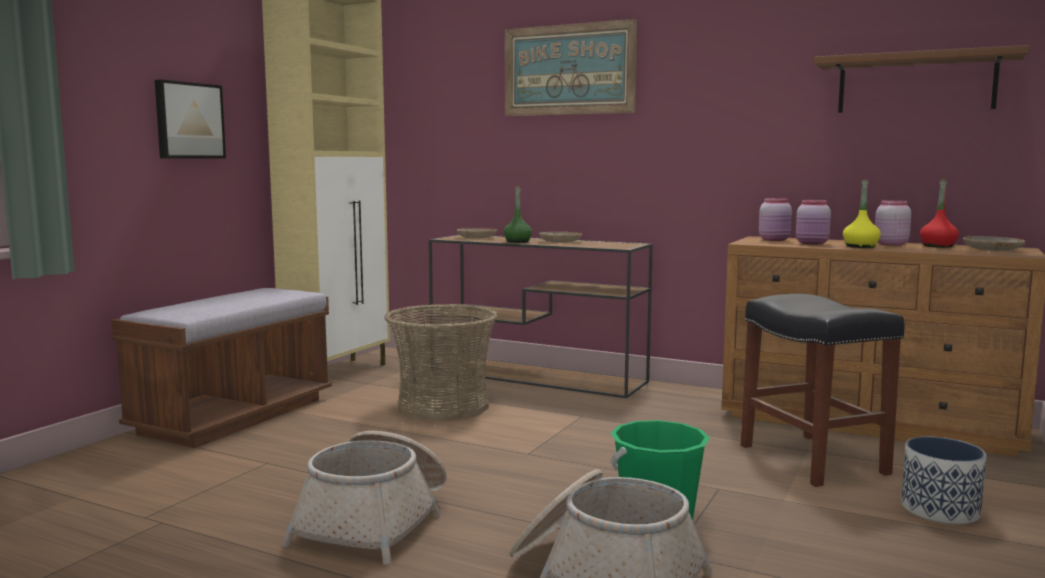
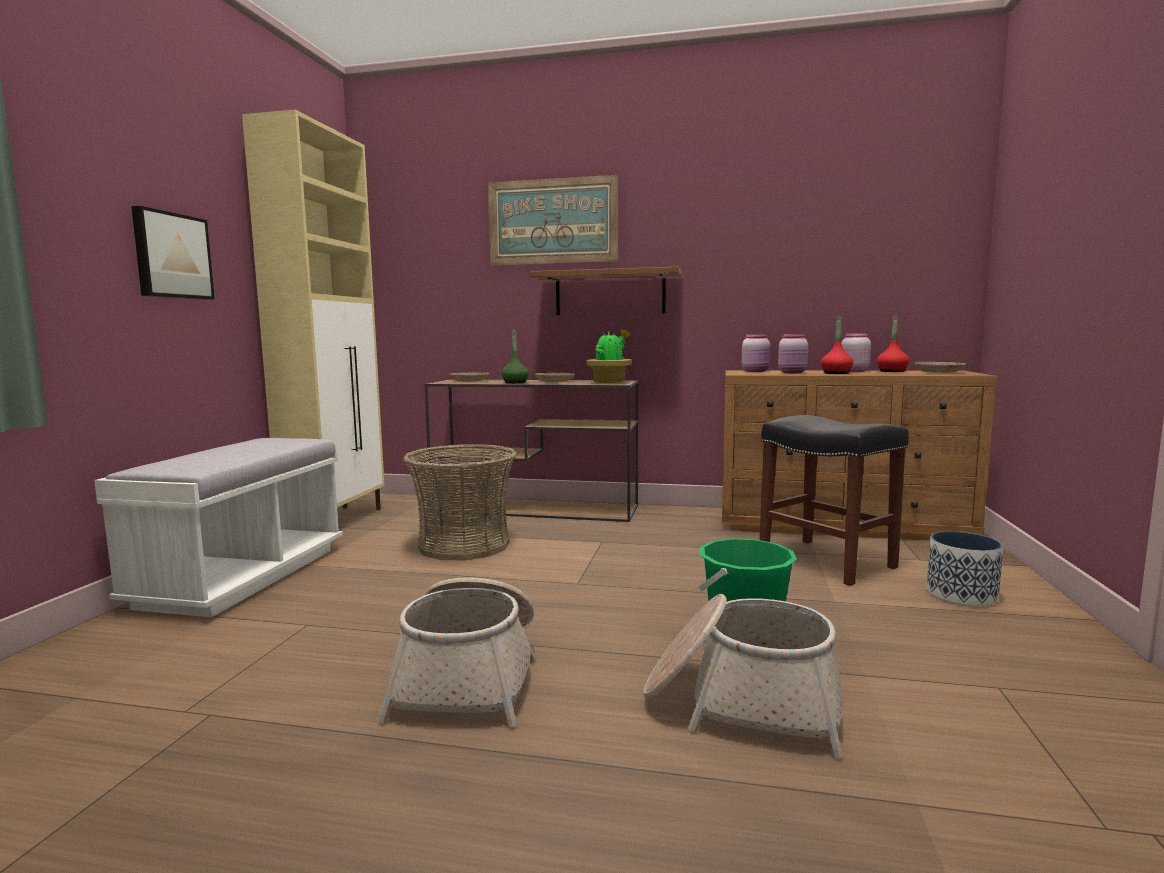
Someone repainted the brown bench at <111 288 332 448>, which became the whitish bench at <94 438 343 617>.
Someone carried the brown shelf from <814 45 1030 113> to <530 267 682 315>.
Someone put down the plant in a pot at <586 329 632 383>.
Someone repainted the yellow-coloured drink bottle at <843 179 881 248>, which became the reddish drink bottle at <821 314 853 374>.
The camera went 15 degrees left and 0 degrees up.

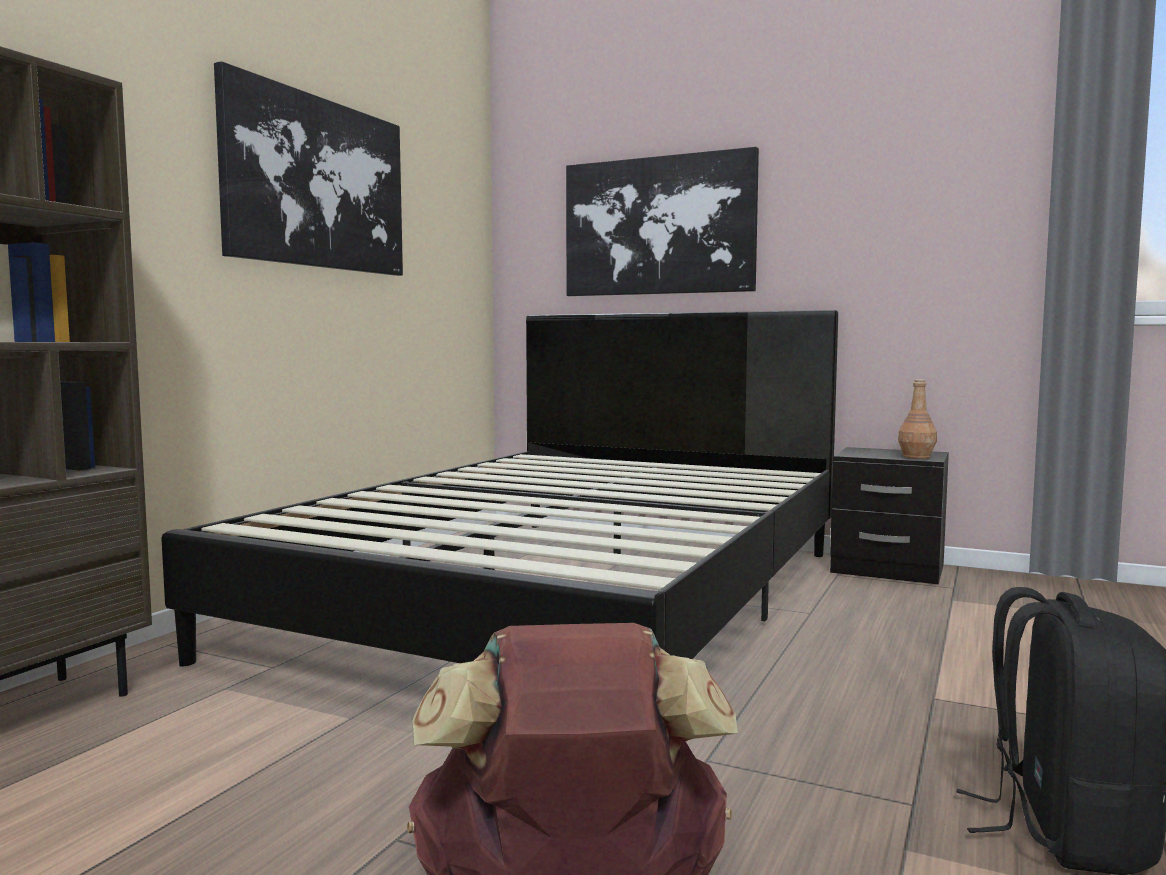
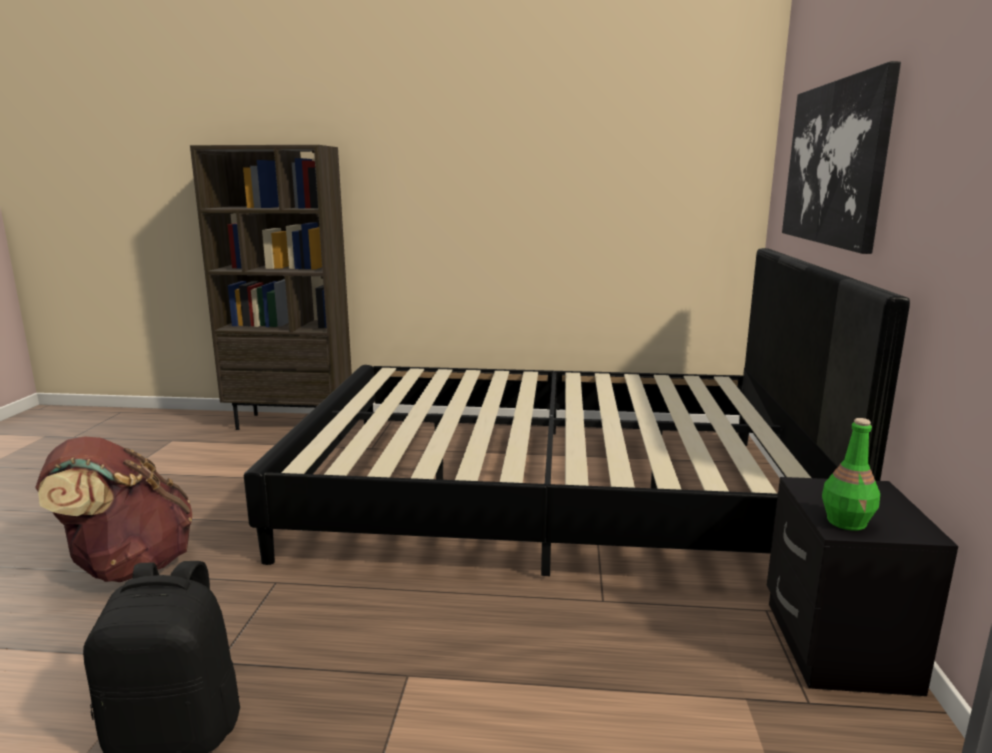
Someone repainted the brown drink bottle at <898 379 937 459>, which became the greenish drink bottle at <822 418 880 531>.
Someone took away the wall art at <214 61 403 276>.
The camera went 70 degrees right and 10 degrees up.

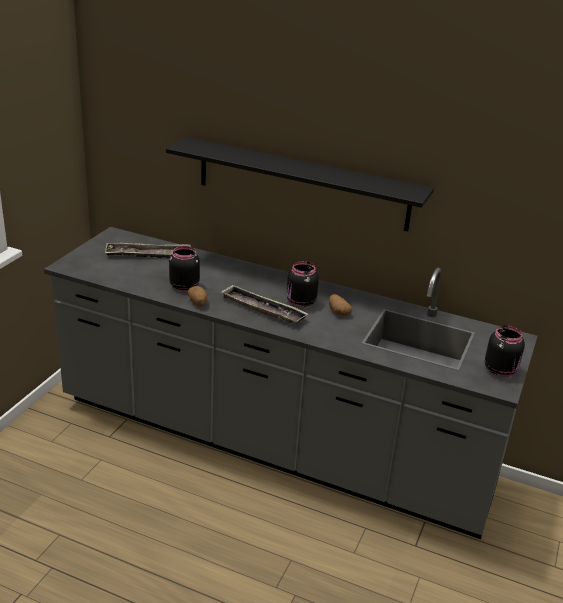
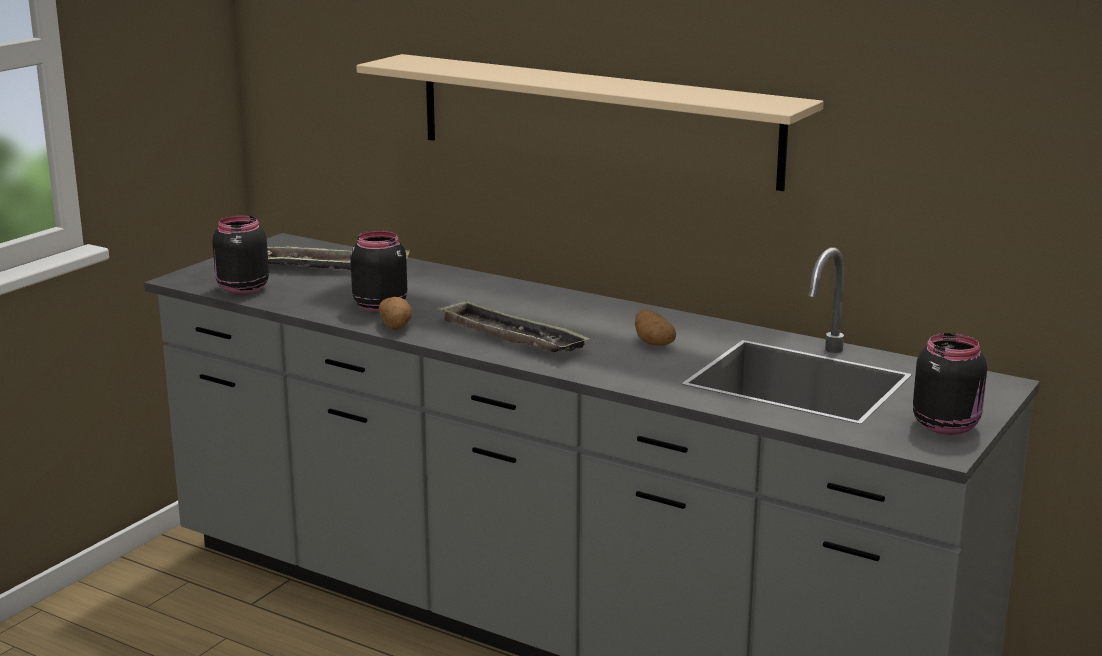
Someone carried the black-coloured storage jar from <286 261 319 307> to <212 215 269 294>.
Someone repainted the black-coloured shelf at <166 137 434 231>, which became the beige shelf at <356 54 824 191>.
The camera went 10 degrees right and 10 degrees down.

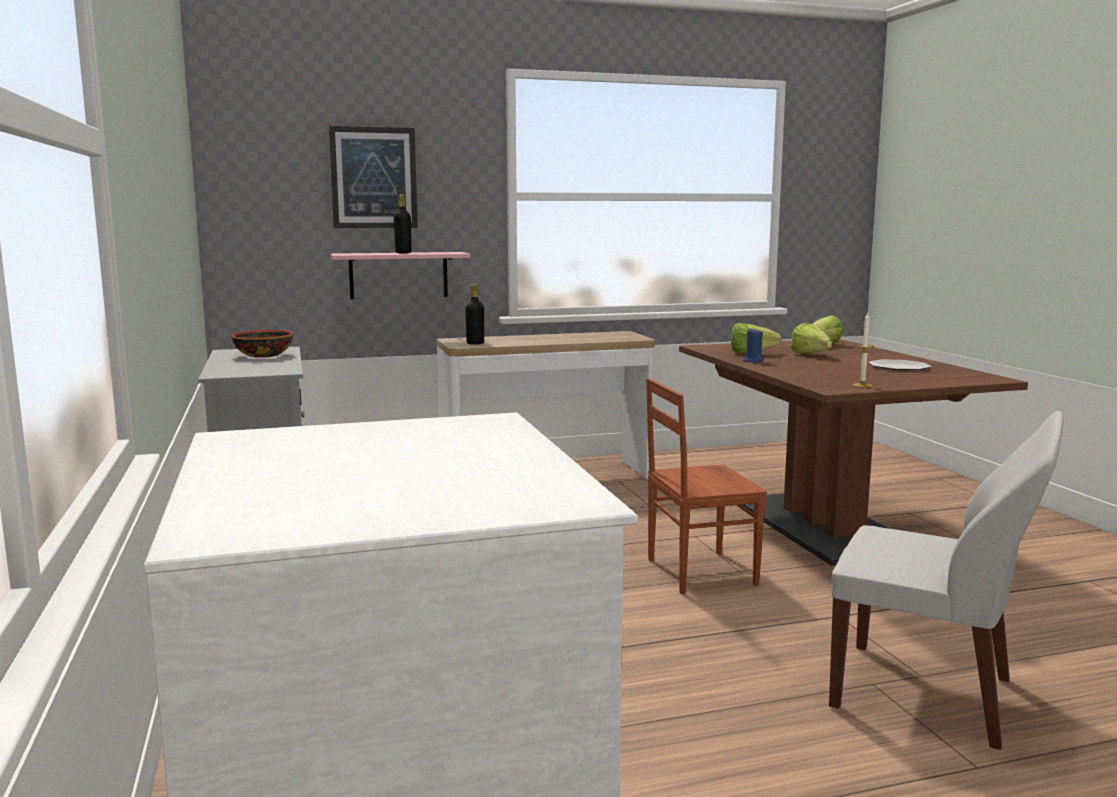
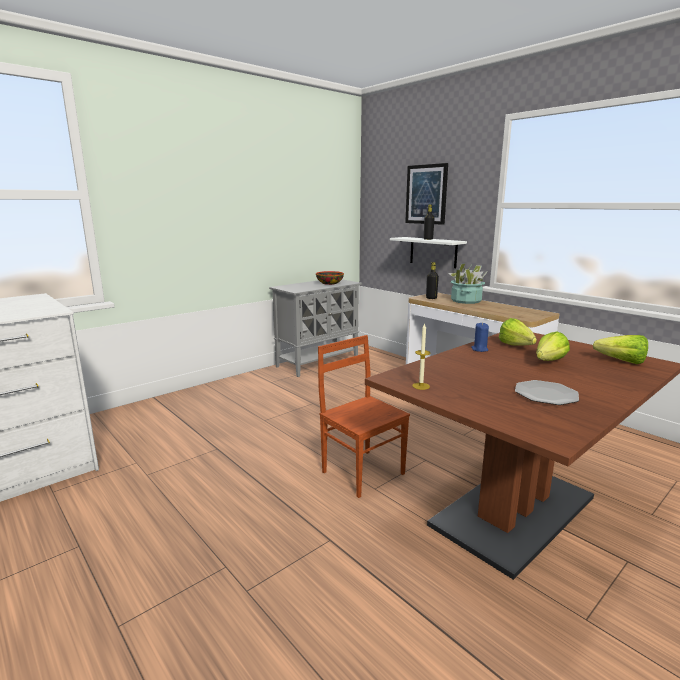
Someone repainted the pink-coloured shelf at <331 252 471 299>, which became the whitish shelf at <390 237 467 268>.
Someone put down the plant in a pot at <449 263 488 304>.
Someone took away the whitish chair at <829 411 1063 750>.
The camera went 65 degrees right and 5 degrees up.

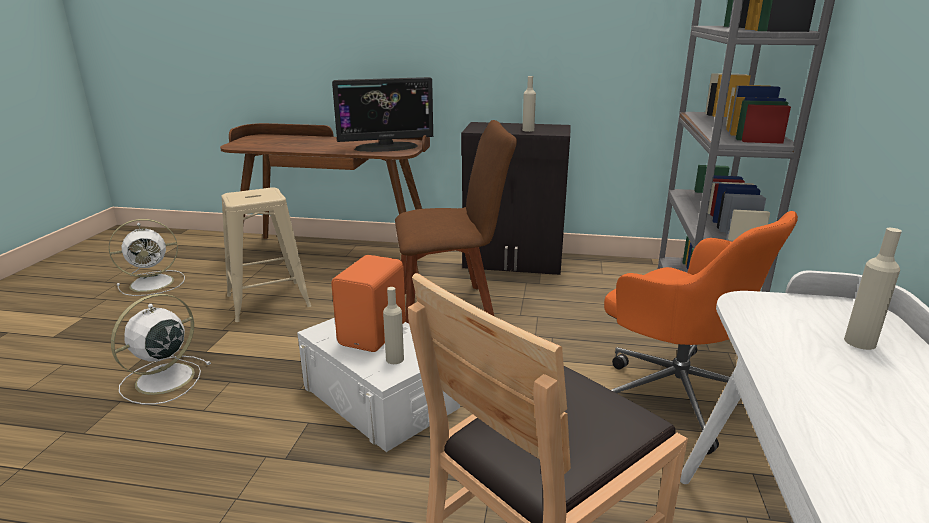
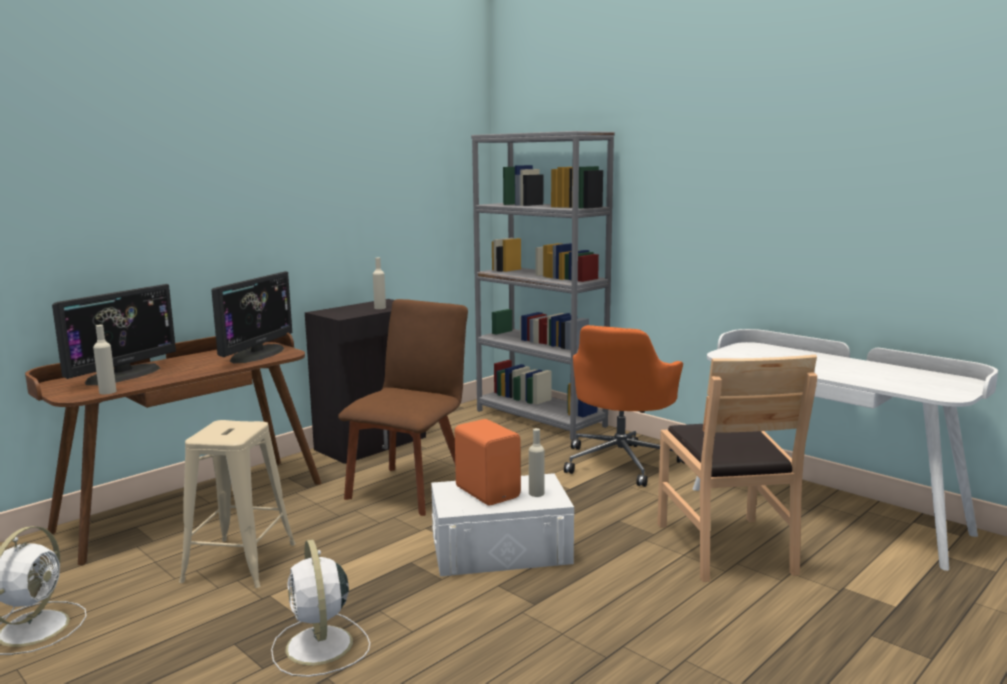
Someone put down the monitor at <52 284 176 385>.
Someone carried the beige drink bottle from <844 228 902 350> to <93 325 116 394>.
Someone rotated the orange desk chair at <604 211 798 455> by 120 degrees clockwise.
The camera went 55 degrees left and 10 degrees down.

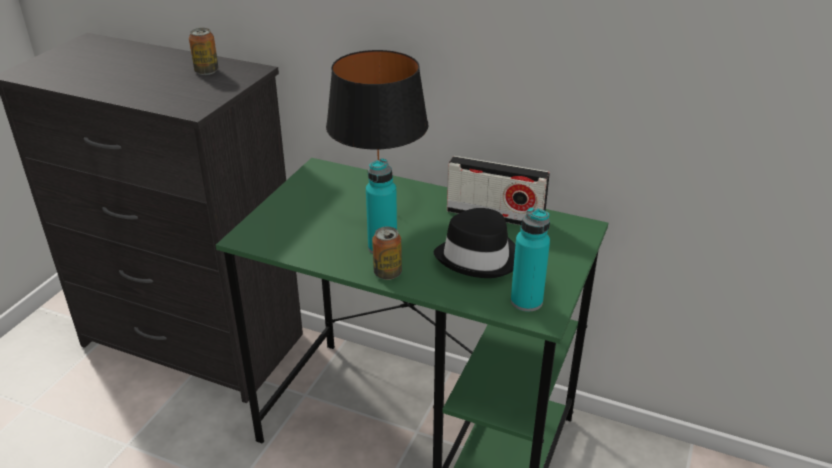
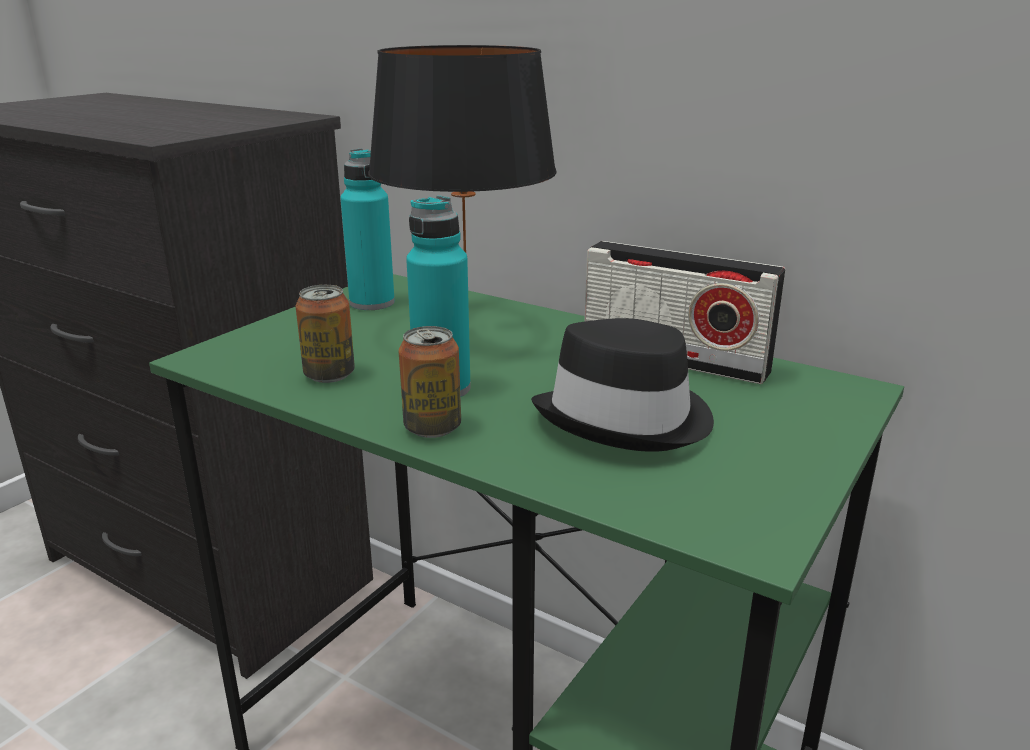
Someone carried the metal can from <189 28 218 75> to <296 285 355 383>.
Someone carried the turquoise-coloured drink bottle from <511 207 550 312> to <340 149 395 310>.
The camera went 10 degrees right and 10 degrees down.

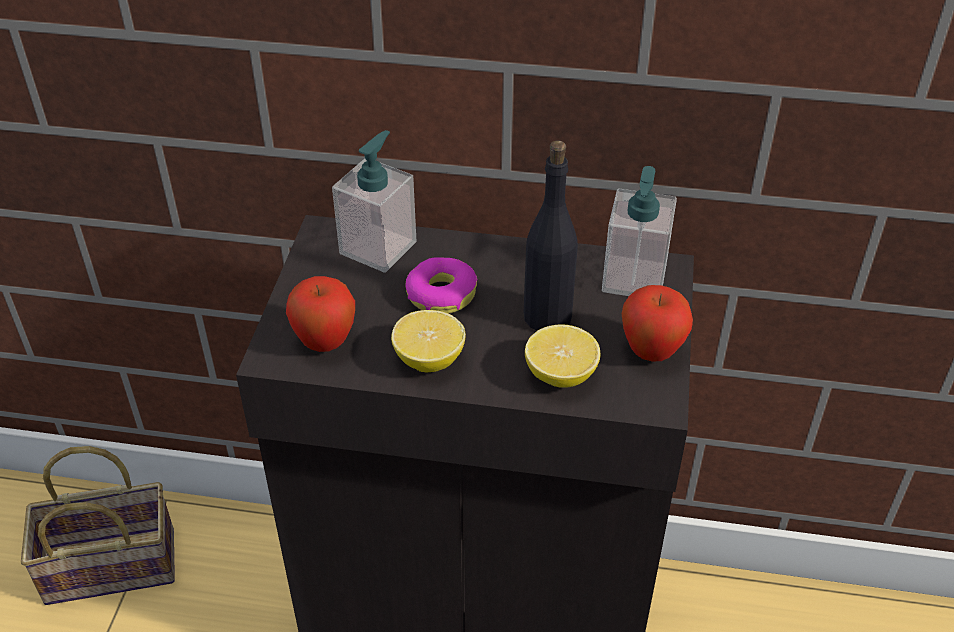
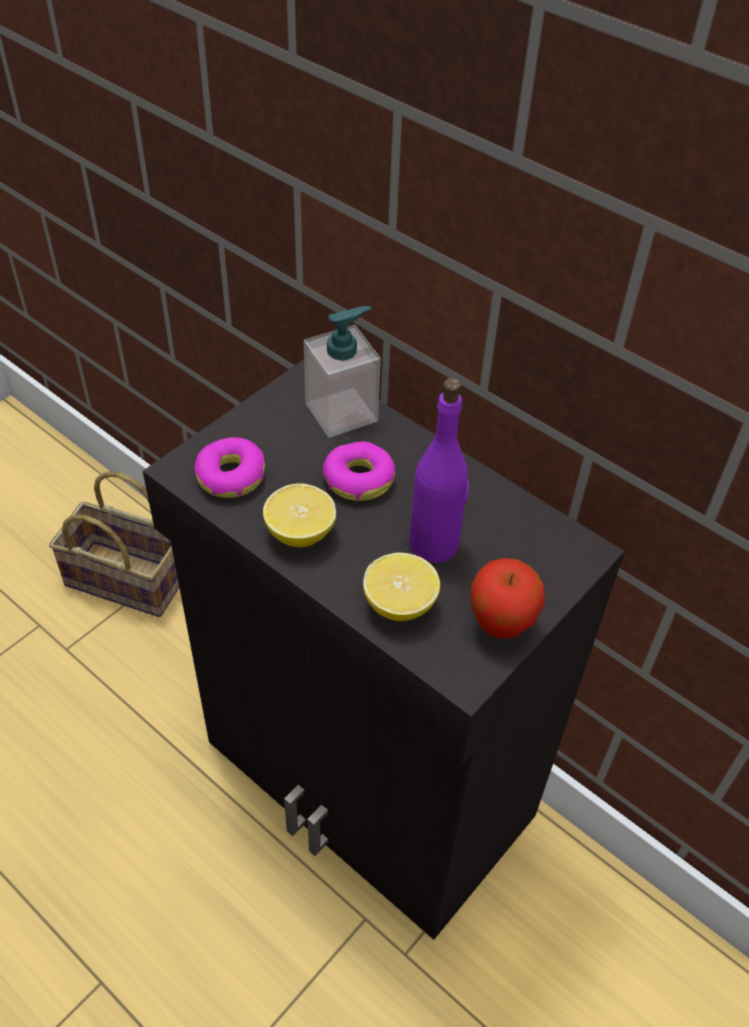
Someone swapped the apple fruit at <286 276 355 352> for the doughnut at <194 437 265 498>.
Someone repainted the black-coloured drink bottle at <523 140 578 331>, which became the purple drink bottle at <410 378 469 563>.
Someone took away the soap bottle at <602 166 677 296>.
The camera went 30 degrees right and 5 degrees up.

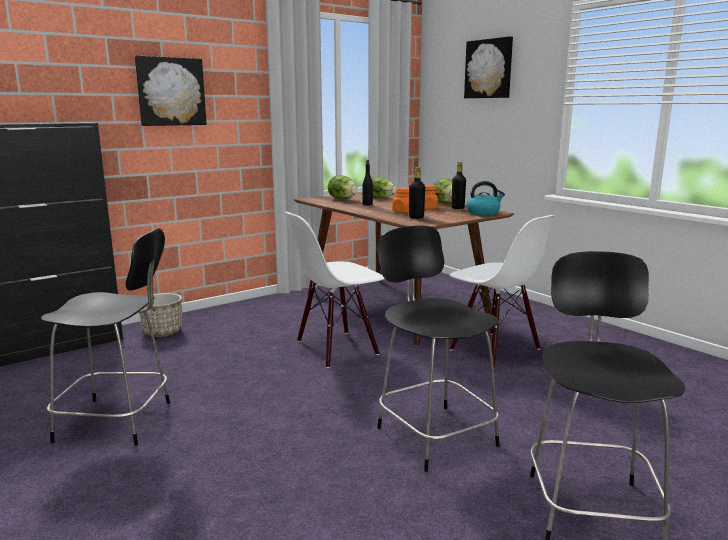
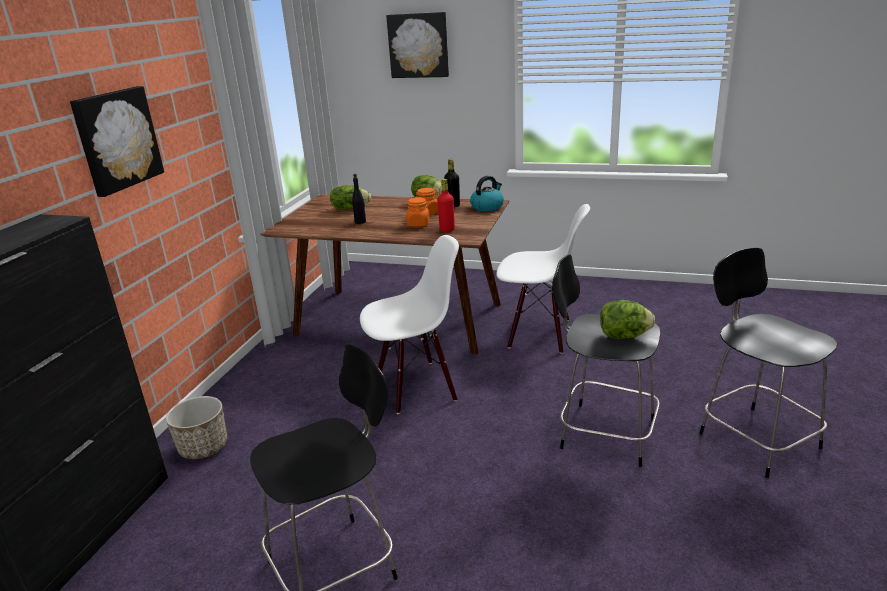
Someone rotated the whitish chair at <285 212 385 368> by 135 degrees counterclockwise.
Someone repainted the black-coloured drink bottle at <409 167 425 219>, which became the reddish drink bottle at <437 179 455 232>.
Someone carried the lettuce from <328 175 357 199> to <600 300 655 339>.
The camera went 35 degrees left and 10 degrees up.

